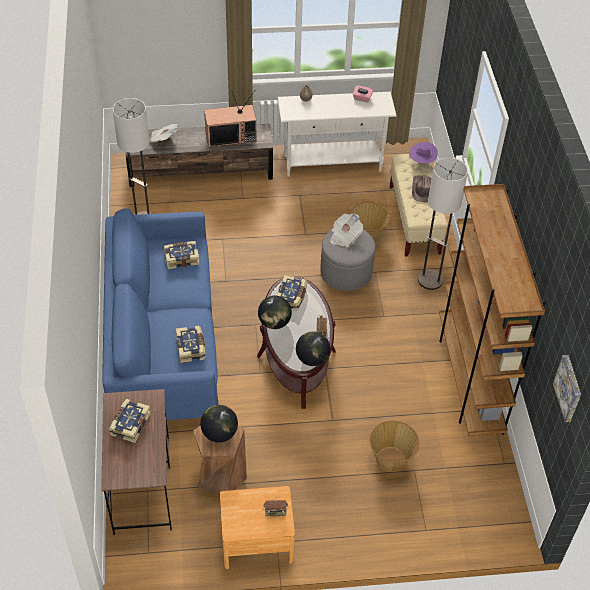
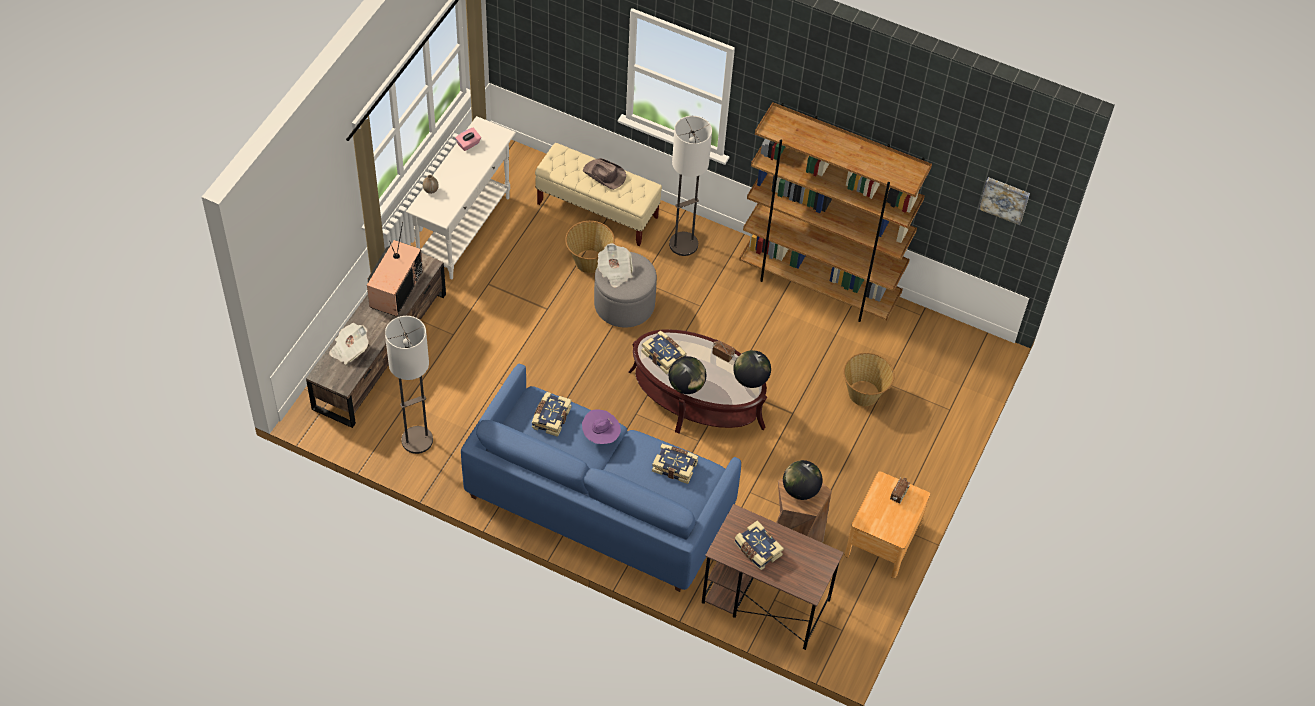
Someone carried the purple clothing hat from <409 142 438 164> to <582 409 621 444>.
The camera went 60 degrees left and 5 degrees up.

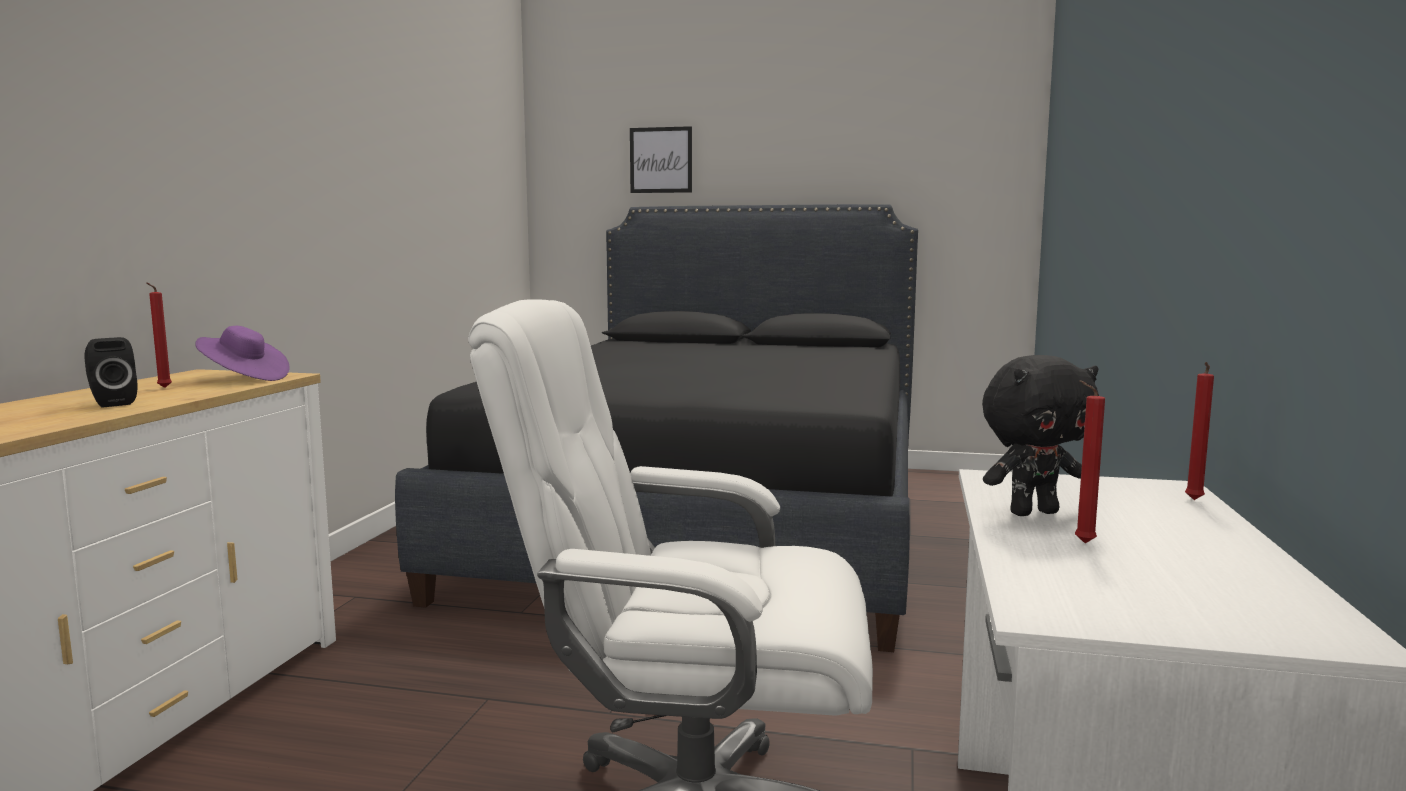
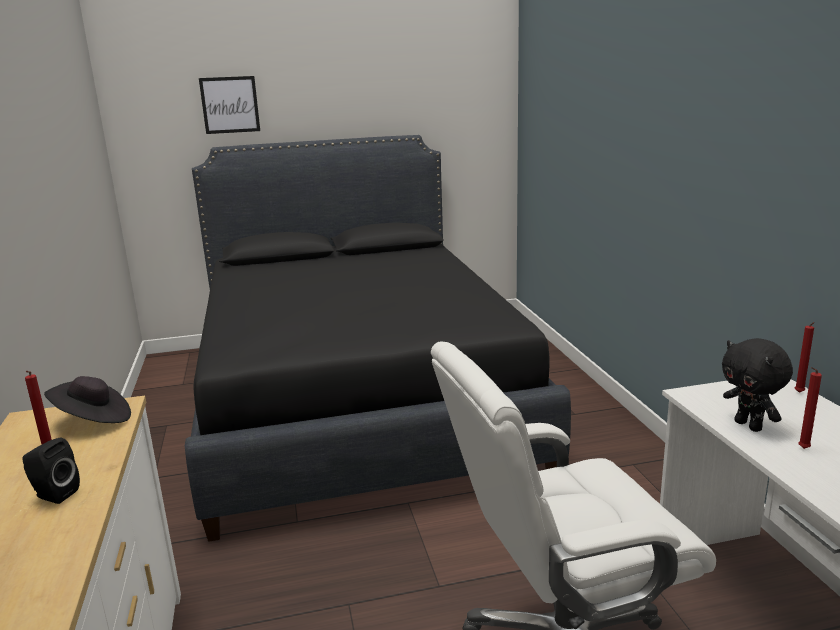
Someone repainted the purple clothing hat at <195 326 289 381>, which became the black-coloured clothing hat at <44 376 131 423>.
Someone rotated the black-coloured cuddly toy at <982 355 1099 516> by 105 degrees clockwise.
The camera went 25 degrees left and 10 degrees up.

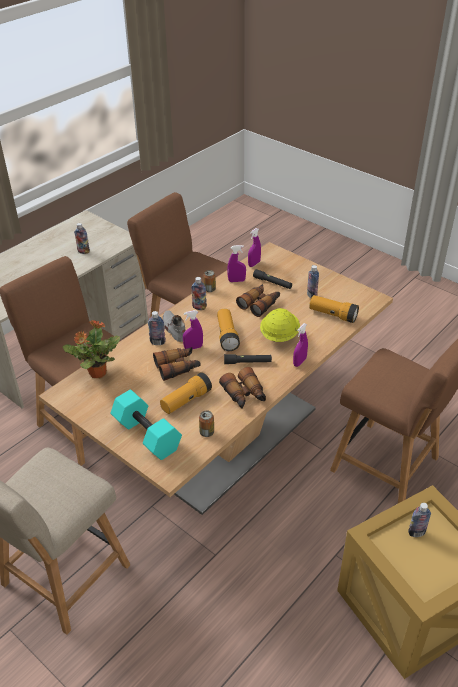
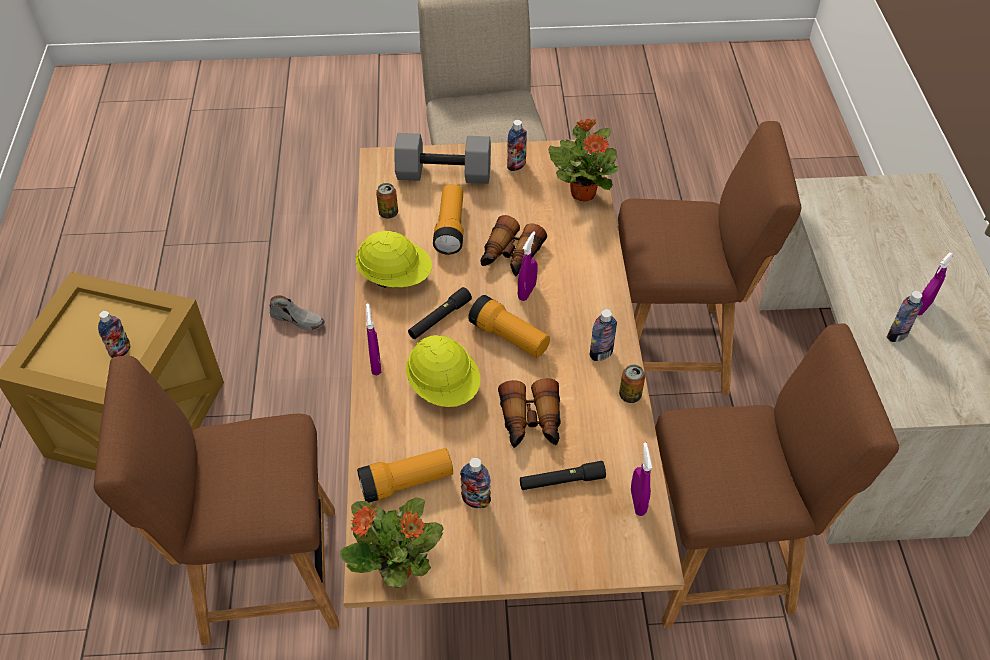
Someone carried the gray item of footwear from <163 310 186 342> to <270 295 325 330>.
Someone put down the plant in a pot at <340 497 443 588>.
Someone swapped the field glasses at <219 367 266 409> for the yellow-coloured work helmet at <355 231 432 288>.
Someone repainted the turquoise-coloured dumbbell at <110 390 182 460>, which became the gray dumbbell at <395 133 491 184>.
Someone carried the drink bottle from <148 311 166 345> to <507 120 527 171>.
Someone carried the purple spray bottle from <227 245 246 282> to <918 252 953 315>.
The camera went 135 degrees right and 10 degrees up.

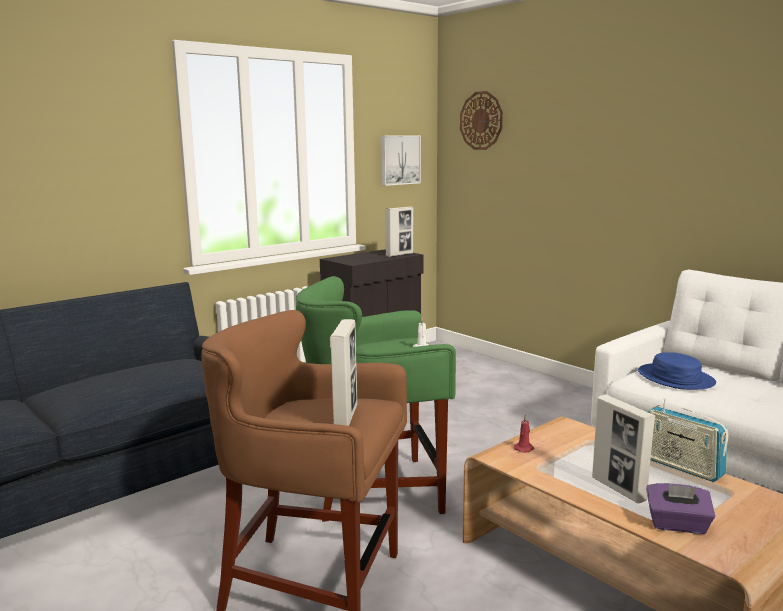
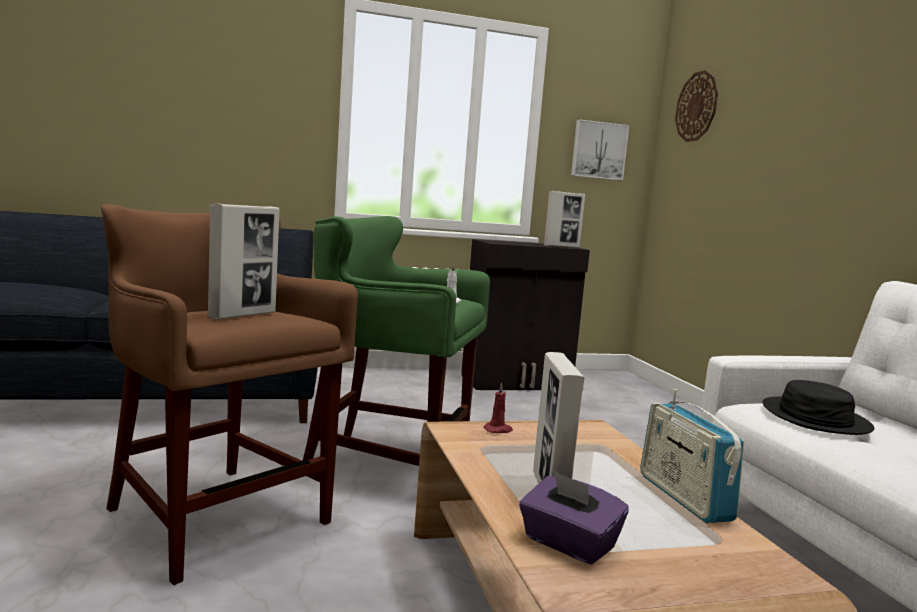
Someone repainted the blue clothing hat at <638 352 716 390>, which became the black-coloured clothing hat at <763 380 874 435>.
The camera went 25 degrees right and 5 degrees down.

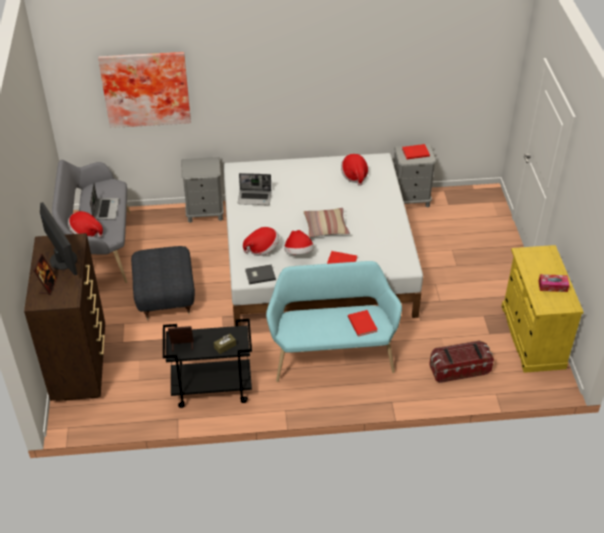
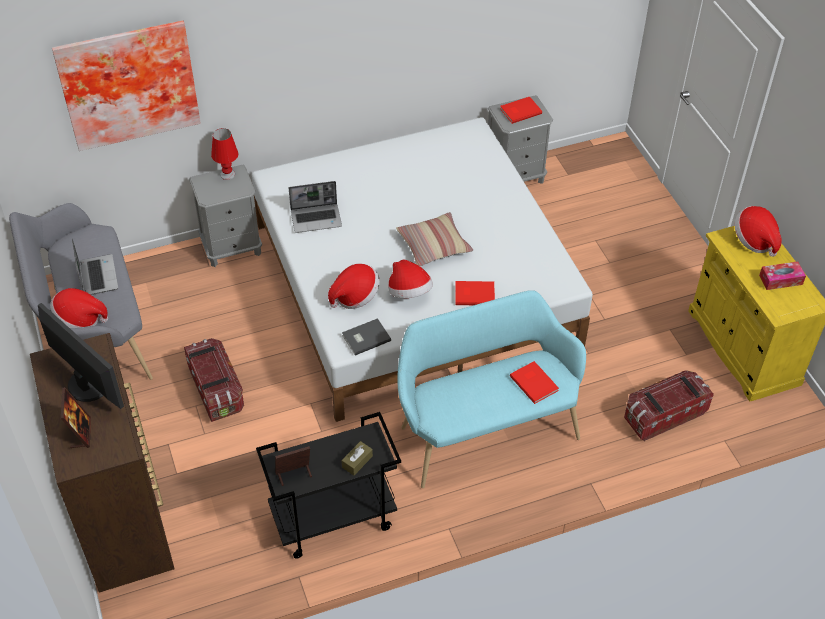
Someone swapped the gray ottoman at <131 246 195 320> for the storage bin at <184 338 244 422>.
Someone put down the reddish lamp for a table at <211 128 238 180>.
Someone carried the clothing hat from <341 154 368 186> to <735 206 782 257>.
The camera went 15 degrees left and 5 degrees up.

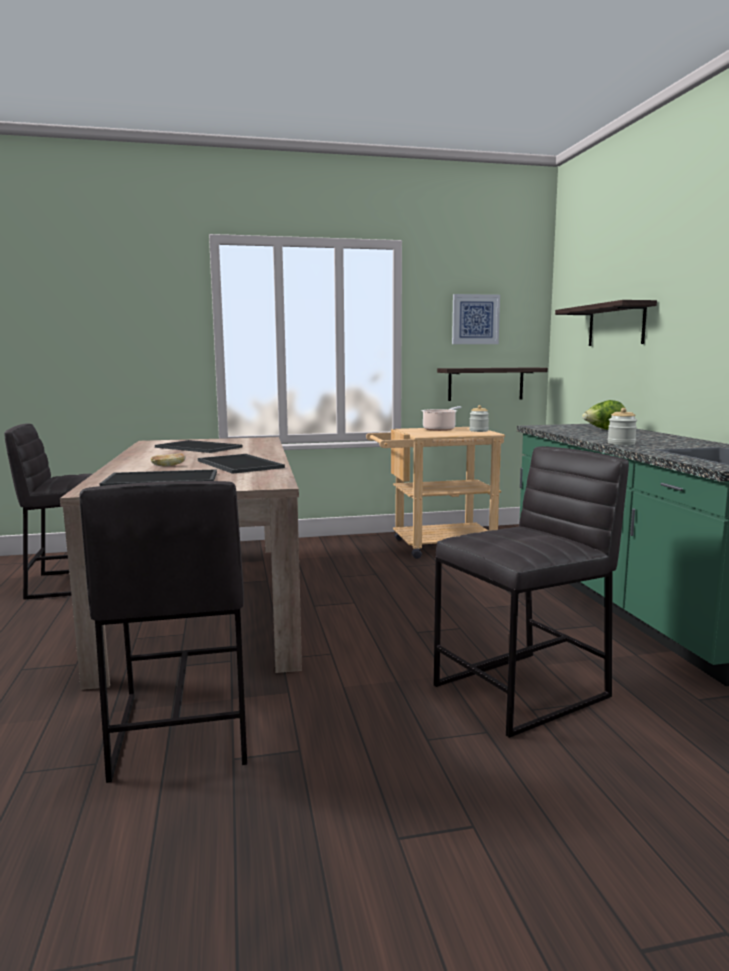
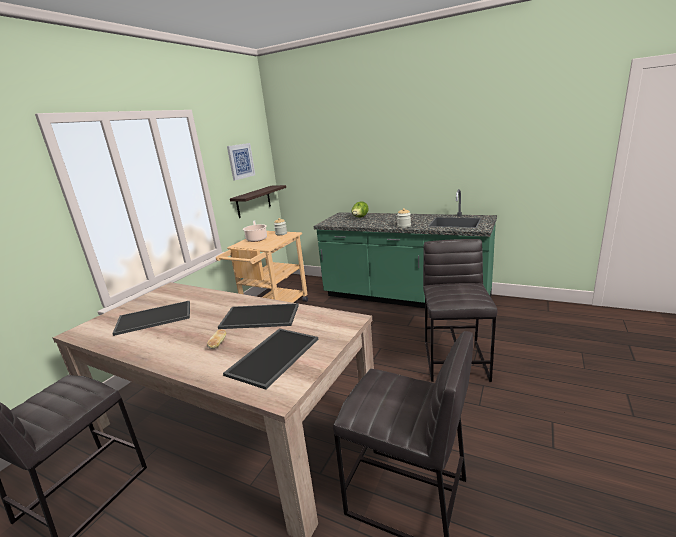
Someone took away the shelf at <555 300 657 346>.
The camera went 50 degrees left and 10 degrees up.

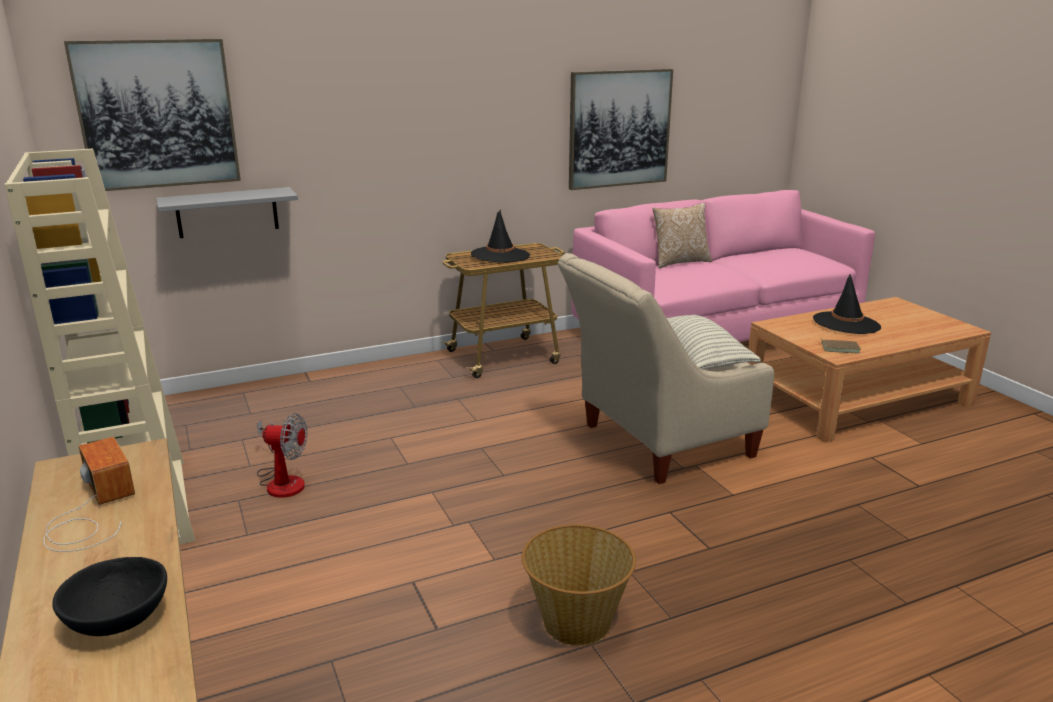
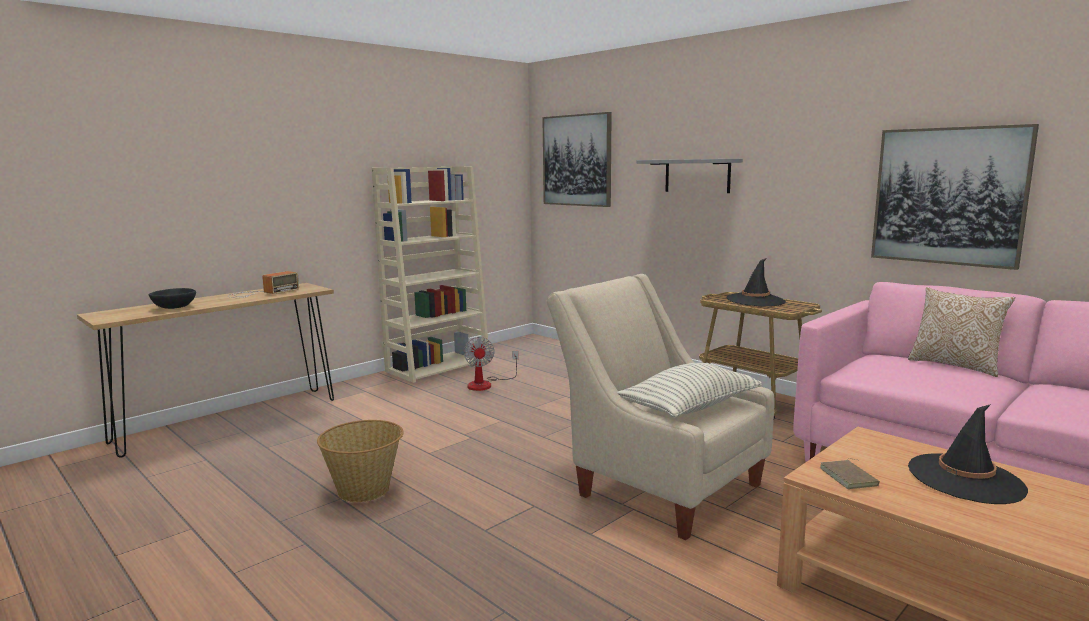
Someone carried the gray shelf from <156 187 298 238> to <637 159 743 193>.
The camera went 70 degrees right and 10 degrees down.

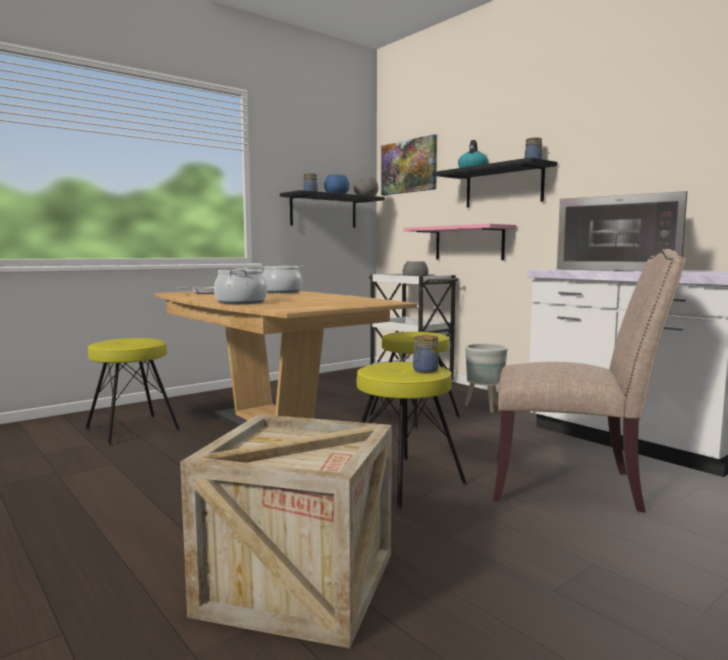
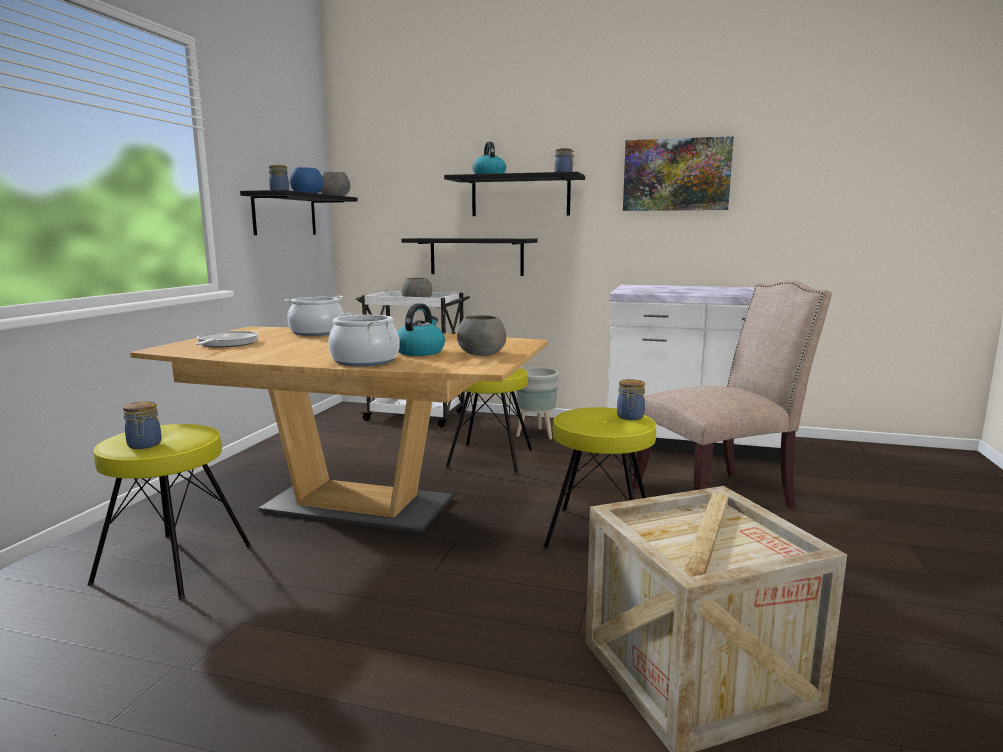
Someone put down the storage jar at <123 401 162 449>.
Someone put down the tea kettle at <397 303 445 356>.
Someone repainted the pink-coloured shelf at <403 224 516 260>, which became the black-coloured shelf at <401 238 537 276>.
Someone put down the gray deep dish at <457 315 506 356>.
Someone carried the wall art from <381 134 437 195> to <623 136 734 211>.
Someone took away the microwave oven at <557 191 687 271>.
The camera went 35 degrees left and 5 degrees up.

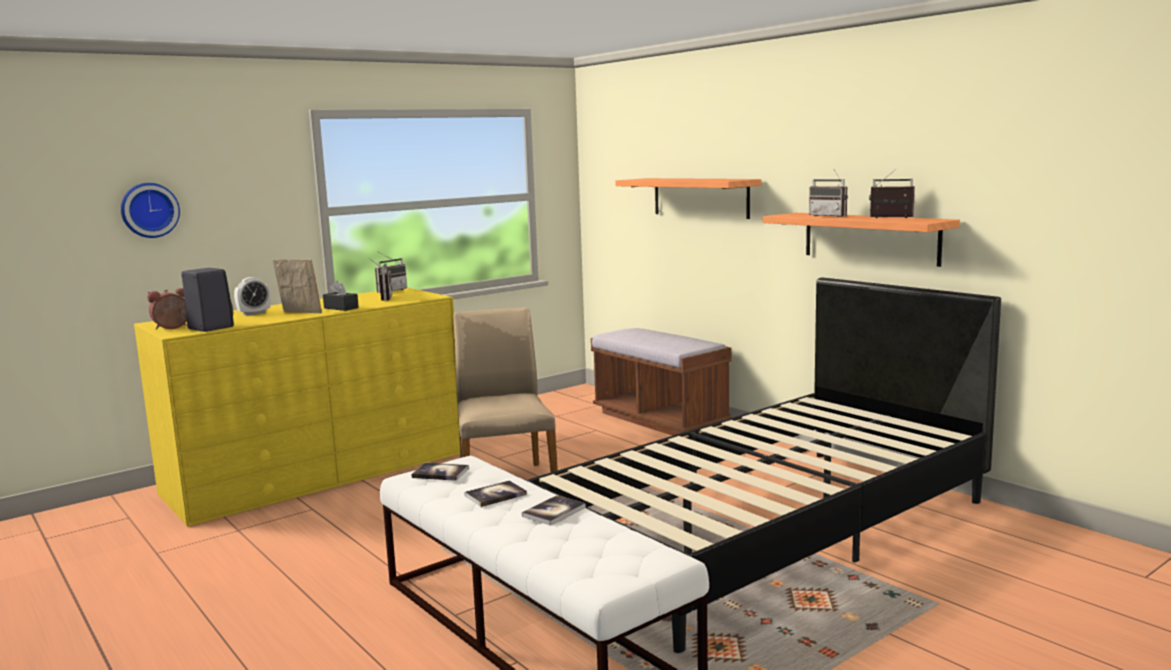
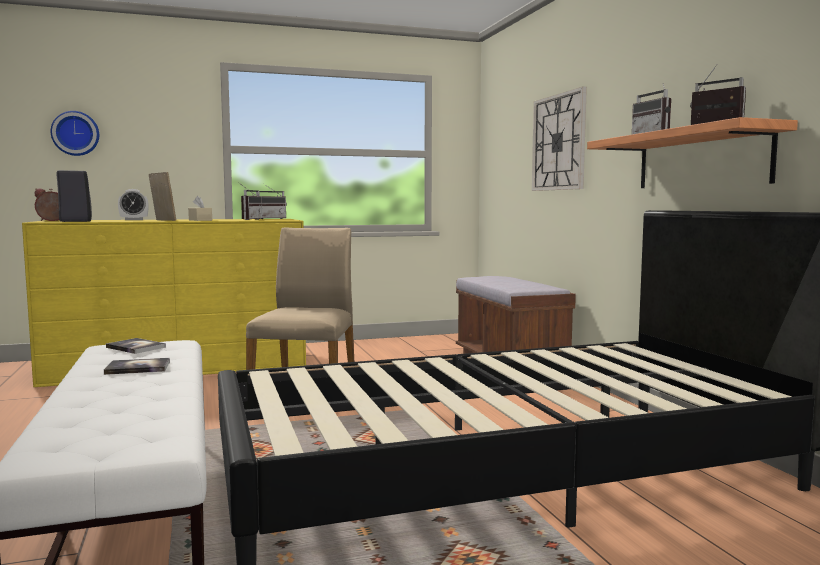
Someone repainted the black-coloured box of tissues at <323 281 359 311>, which became the beige box of tissues at <188 196 212 221>.
Someone swapped the shelf at <615 178 761 219> for the hanging clock at <532 87 587 191>.
Someone took away the volume at <522 495 586 526>.
The camera went 20 degrees right and 5 degrees down.

